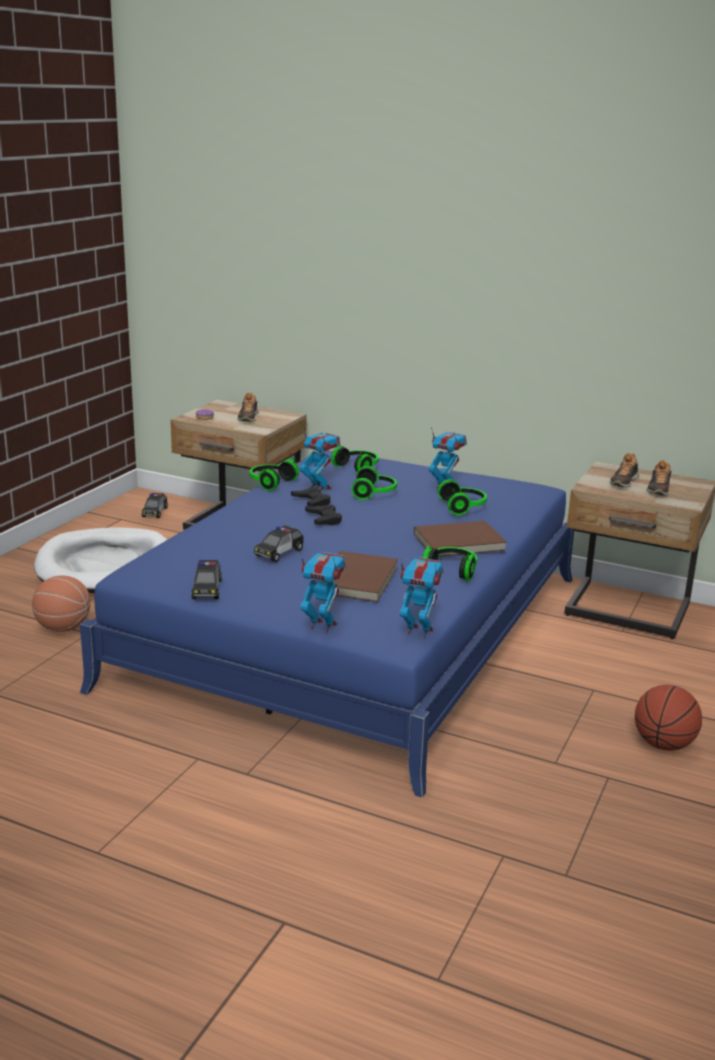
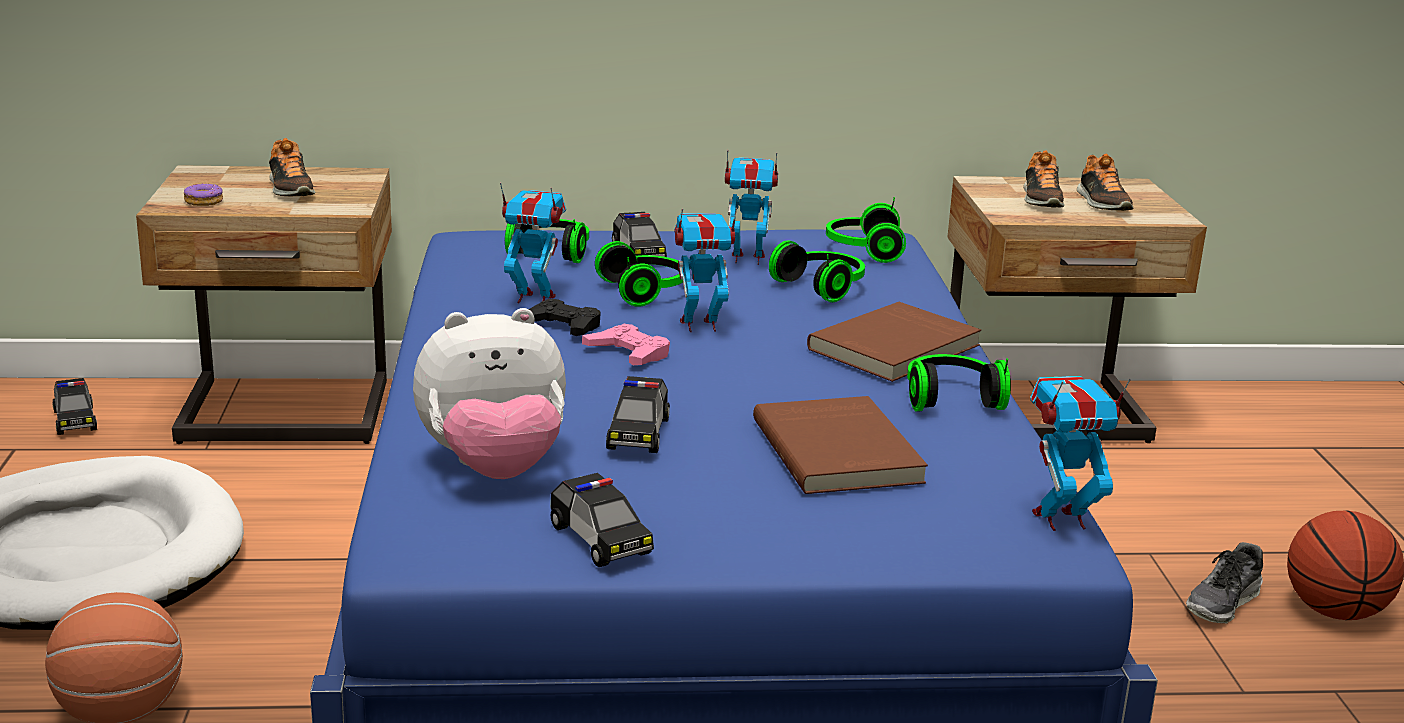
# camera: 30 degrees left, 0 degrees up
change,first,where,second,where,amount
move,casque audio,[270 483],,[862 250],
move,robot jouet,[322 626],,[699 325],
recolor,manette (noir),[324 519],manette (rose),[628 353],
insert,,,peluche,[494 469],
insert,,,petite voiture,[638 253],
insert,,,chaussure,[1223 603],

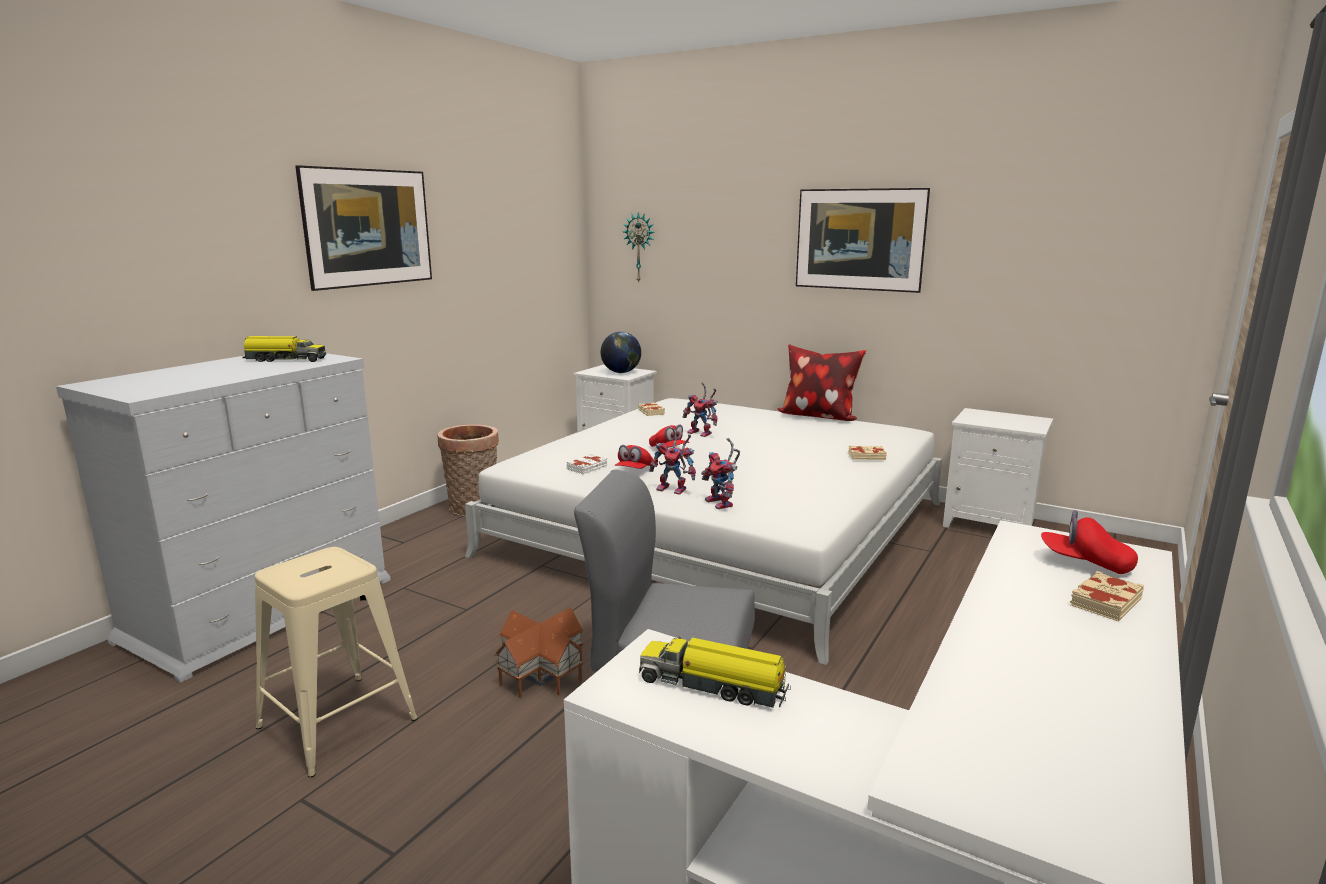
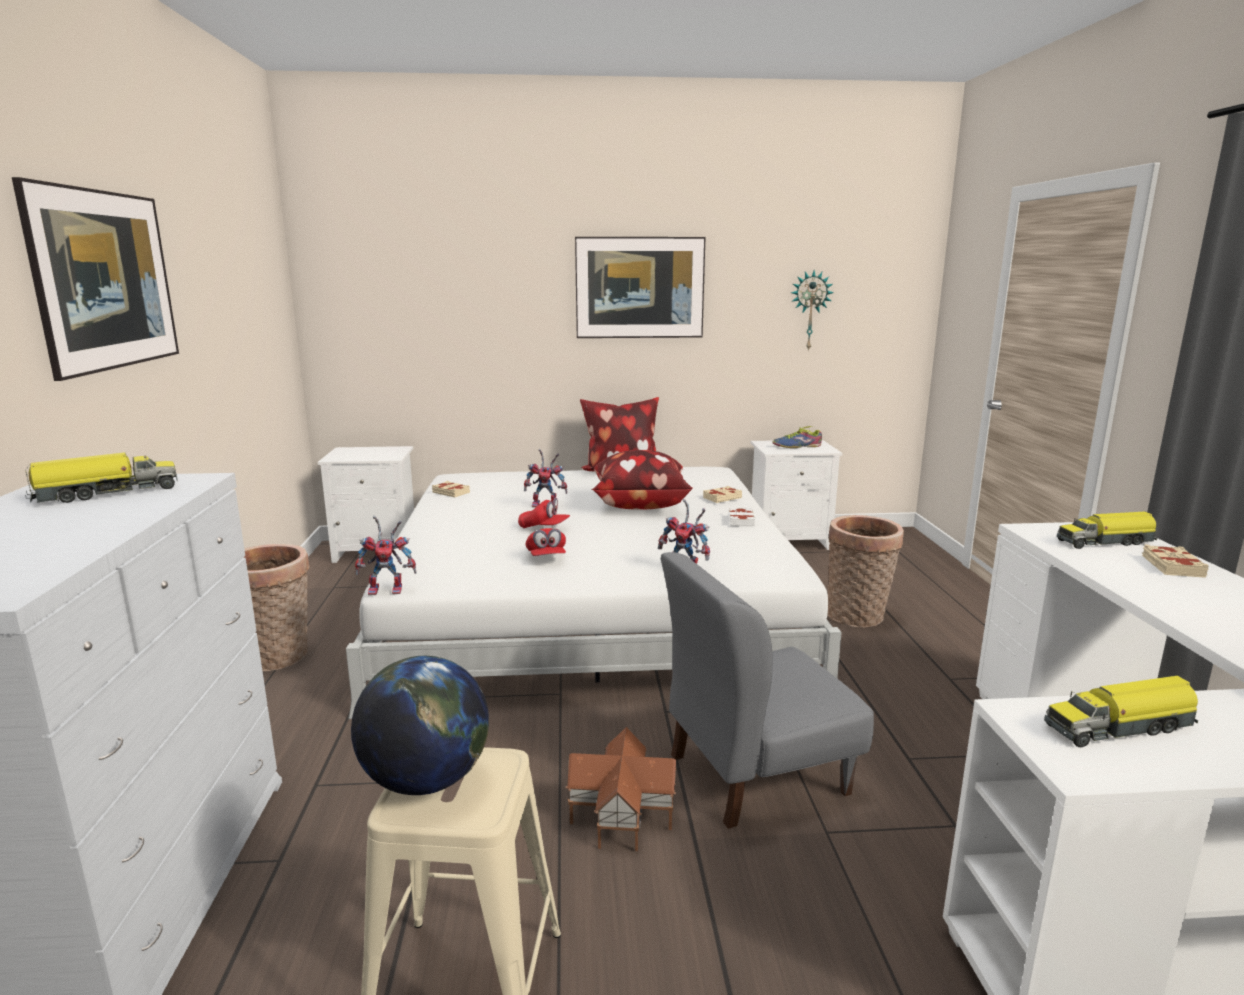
# camera: 35 degrees left, 0 degrees up
change,first,where,second,where,amount
move,livre (blanc),[587 468],,[741 521],
move,globe,[621 372],,[426 781],
move,horloge murale,[640 247],,[810 310],
move,robot jouet,[675 489],,[389 589],
replace,casquette (rouge),[1085 563],camion jouet,[1106 542],
insert,,,coussin,[639 505],
insert,,,chaussure,[797 446],
insert,,,panier,[858 617],

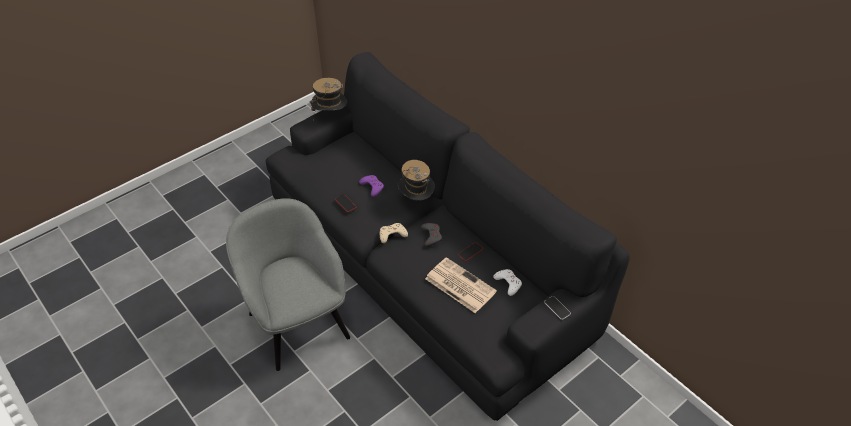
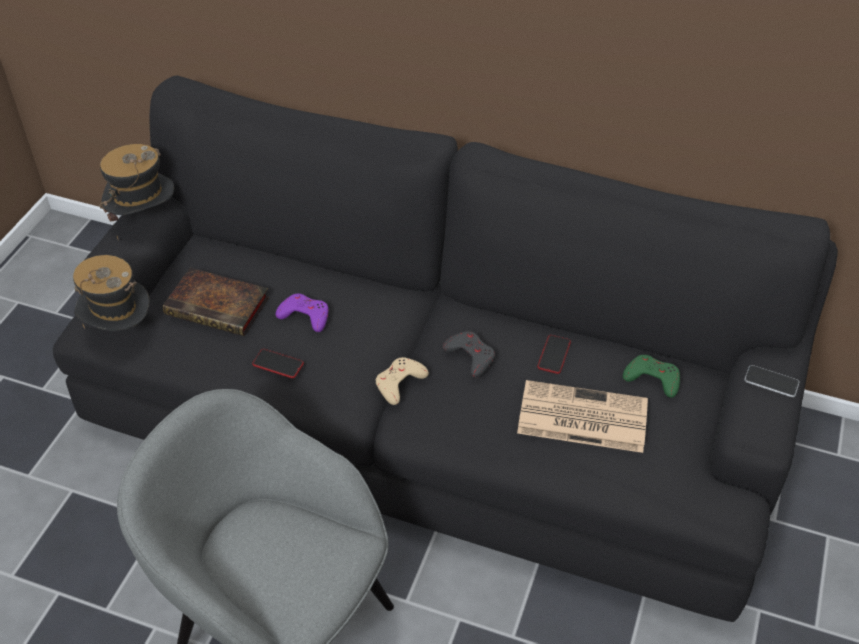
# camera: 30 degrees left, 0 degrees up
change,first,where,second,where,amount
move,chapeau,[416 200],,[120 331],
recolor,manette (blanc),[508 283],manette (vert),[652 378],
insert,,,livre,[220 306],

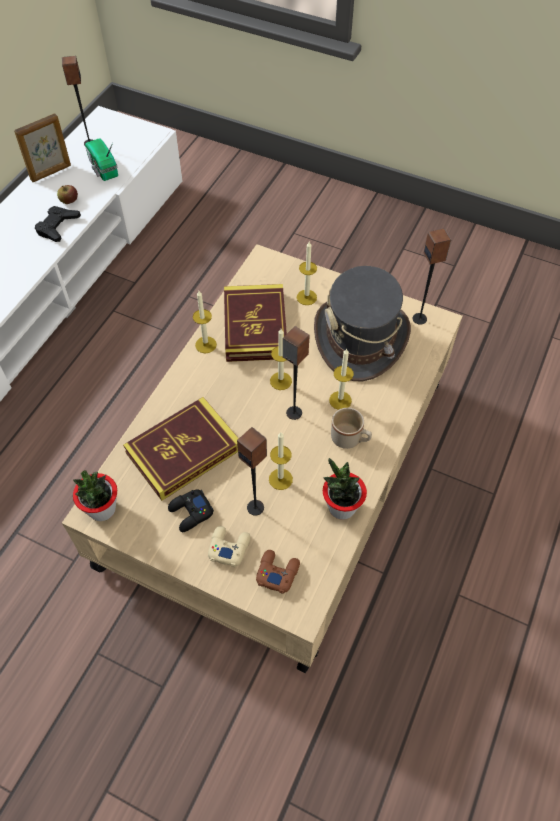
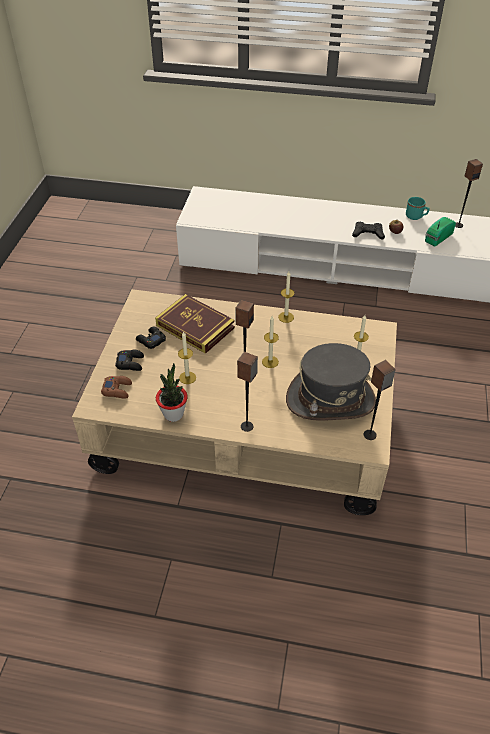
# camera: 75 degrees right, 10 degrees down
change,first,where,second,where,amount
replace,cadre photo,[51 173],mug (turquoise),[416 217],
delete,plante en pot,[102 509],,,
recolor,manette (beige),[228 547],manette (noir),[130 363],
delete,livre,[255 326],,,
move,enceinte,[255 507],,[247 426],
delete,bougie,[340 400],,,
delete,mug (beige),[350 439],,,

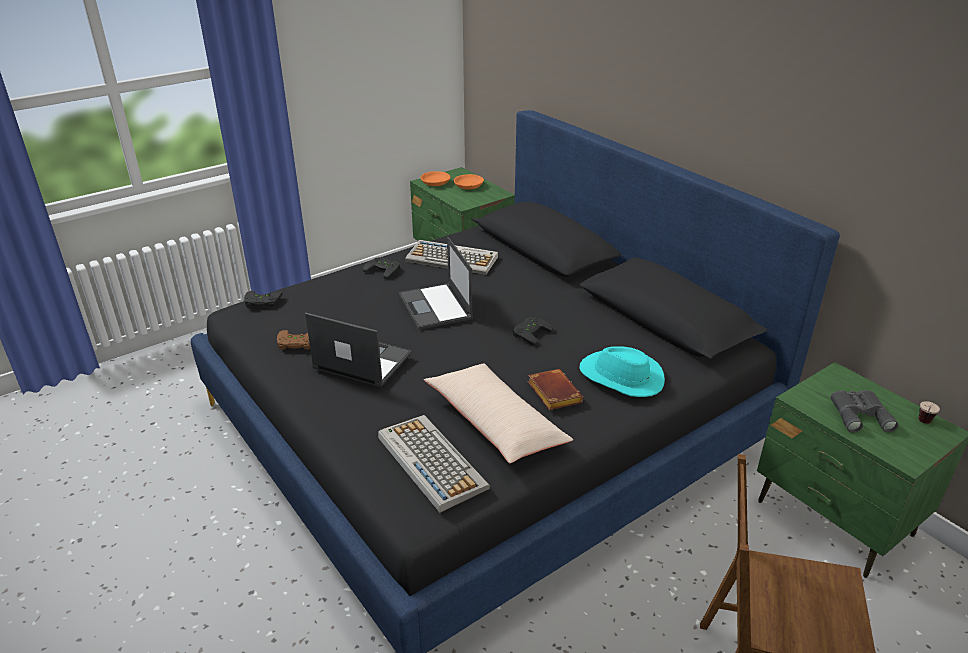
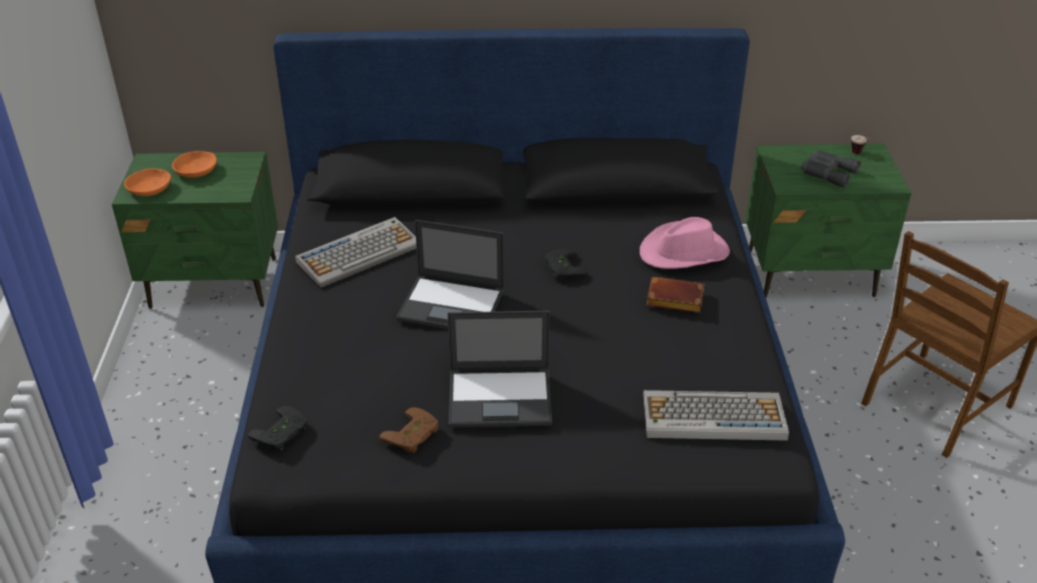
# camera: 55 degrees left, 5 degrees up
change,first,where,second,where,amount
rotate,ordinateur portable,[361 360],,[501 397],150 degrees counterclockwise
delete,manette (noir),[384 269],,,
delete,coussin (beige),[495 423],,,
recolor,chapeau (turquoise),[621 377],chapeau (rose),[684 252],

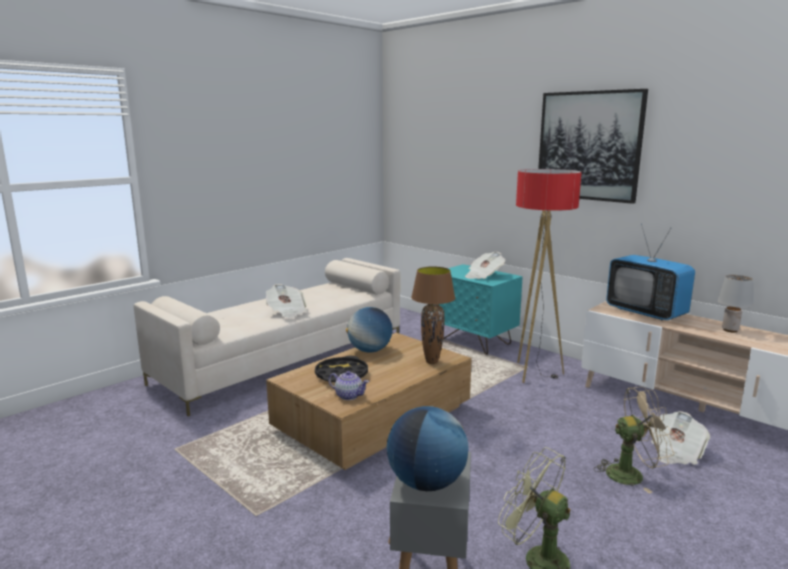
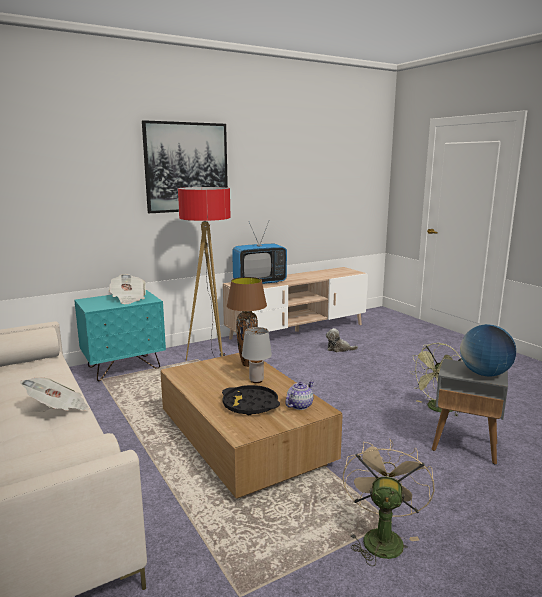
# camera: 75 degrees left, 0 degrees up
change,first,where,second,where,amount
delete,globe,[370 350],,,
move,ventilateur (beige),[631 474],,[381 537],
replace,journal,[675 452],peluche,[339 349],
move,lampe de table (gris),[730 330],,[256 380],

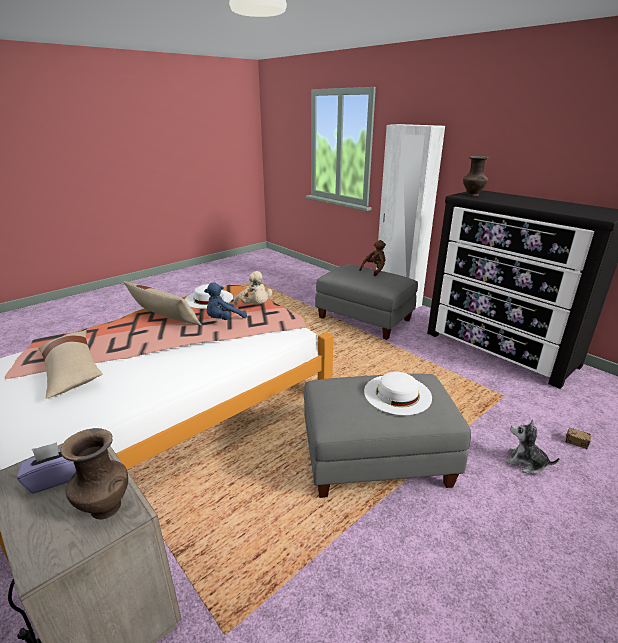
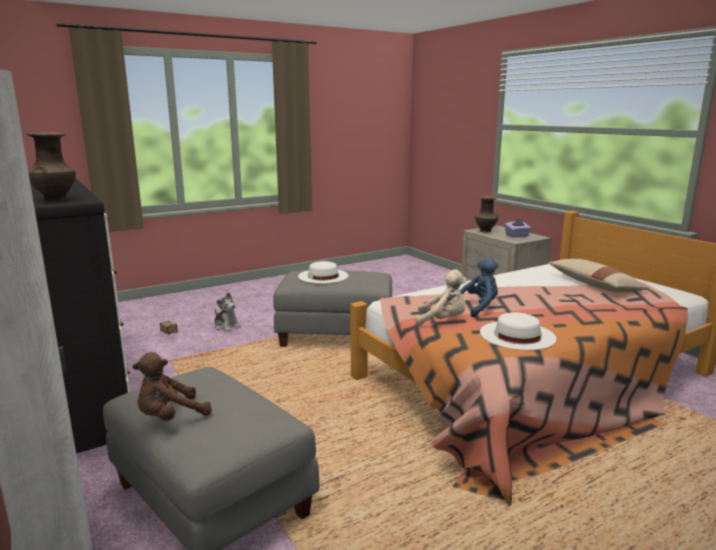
# camera: 170 degrees left, 10 degrees down
change,first,where,second,where,amount
delete,coussin (beige),[164 318],,,
rotate,peluche (beige),[255 306],,[442 321],135 degrees clockwise

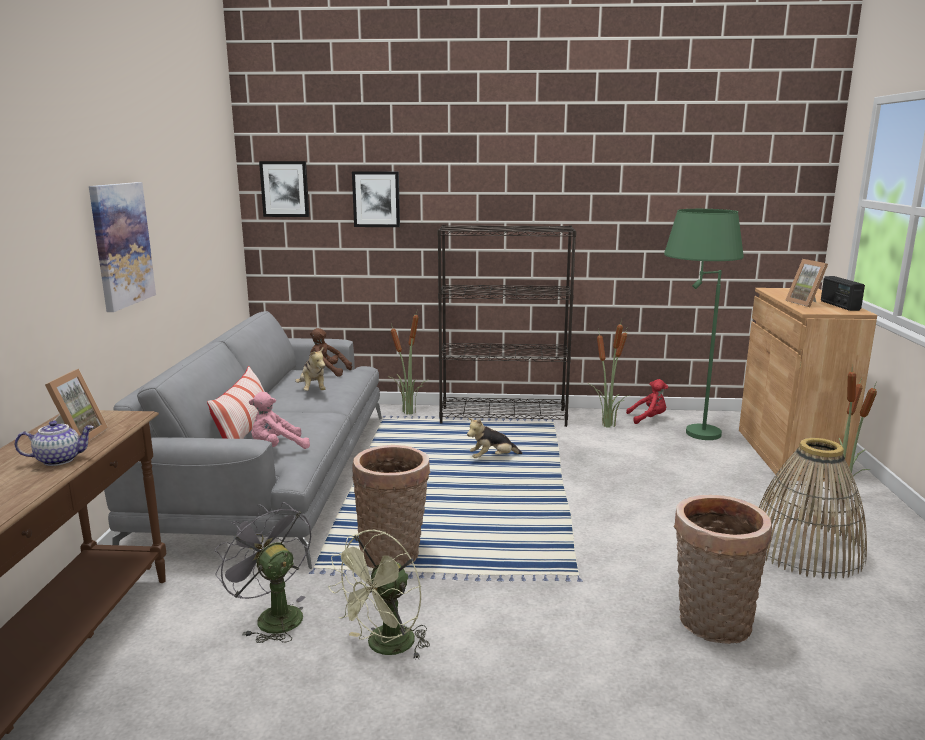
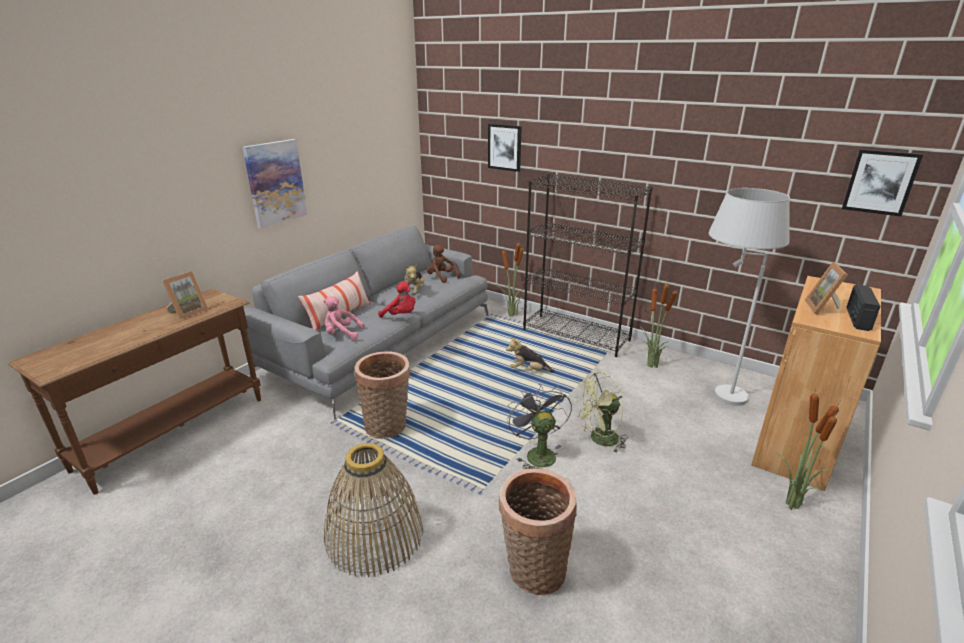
# camera: 30 degrees right, 10 degrees up
change,first,where,second,where,amount
delete,théière,[59 459],,,
move,ventilateur (gris),[272 616],,[537 453],
move,tableau,[285 189],,[880 182],
move,ventilateur (vert),[385 647],,[599 440],
move,peluche (rouge),[648 418],,[401 315],
recolor,lampadaire (vert),[686 435],lampadaire (blanc),[712 394],
move,panier,[805 549],,[374 535],

